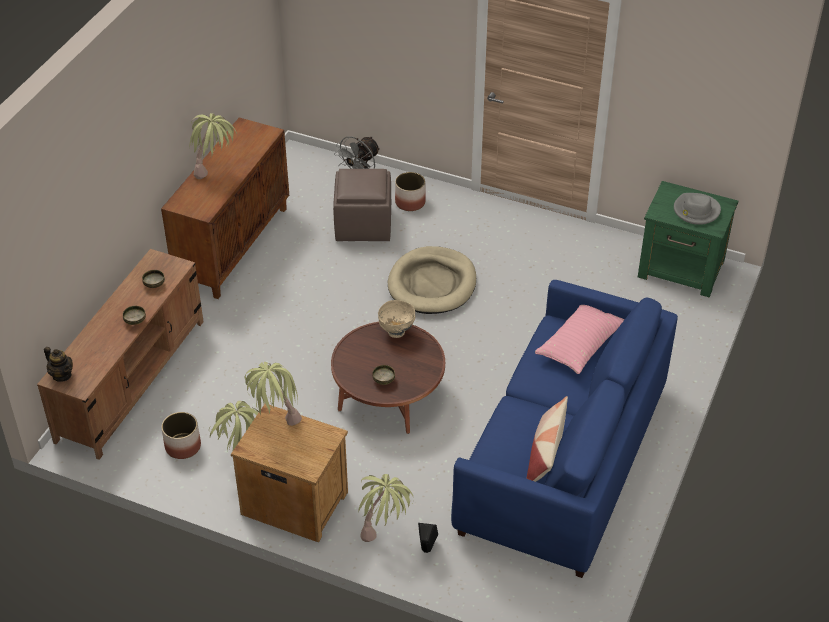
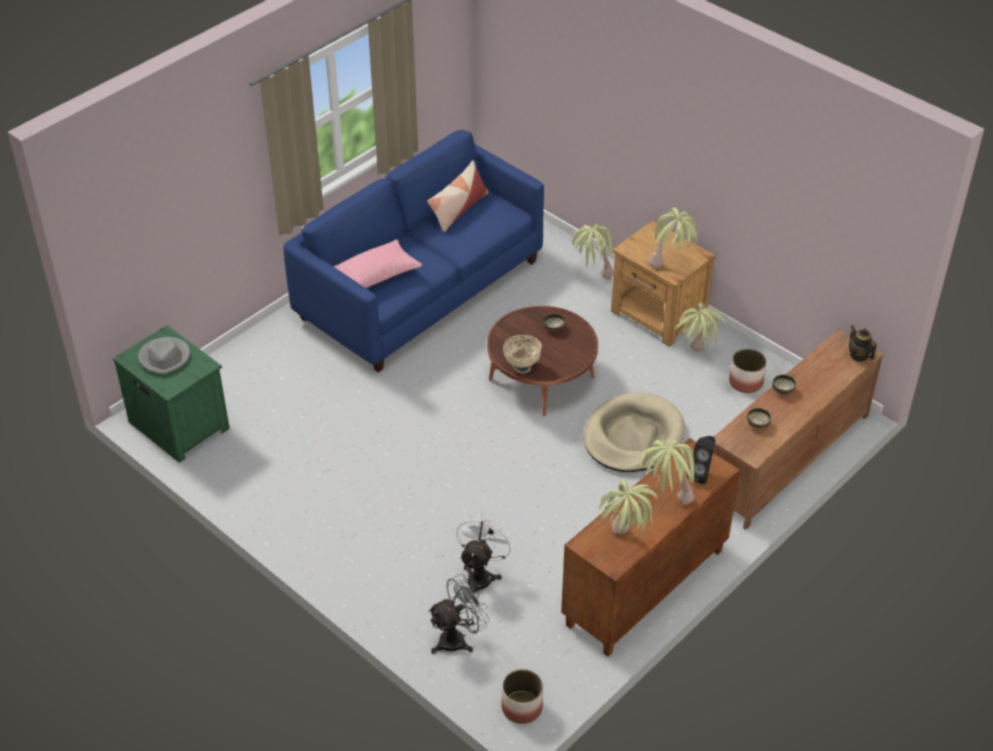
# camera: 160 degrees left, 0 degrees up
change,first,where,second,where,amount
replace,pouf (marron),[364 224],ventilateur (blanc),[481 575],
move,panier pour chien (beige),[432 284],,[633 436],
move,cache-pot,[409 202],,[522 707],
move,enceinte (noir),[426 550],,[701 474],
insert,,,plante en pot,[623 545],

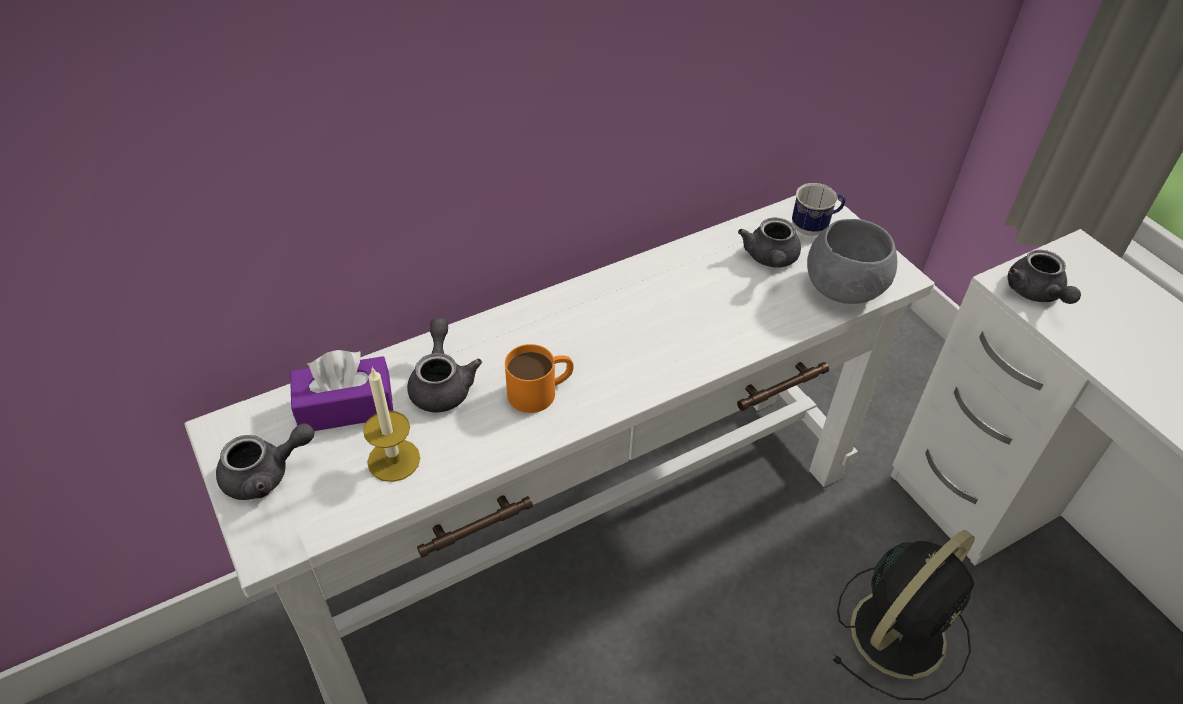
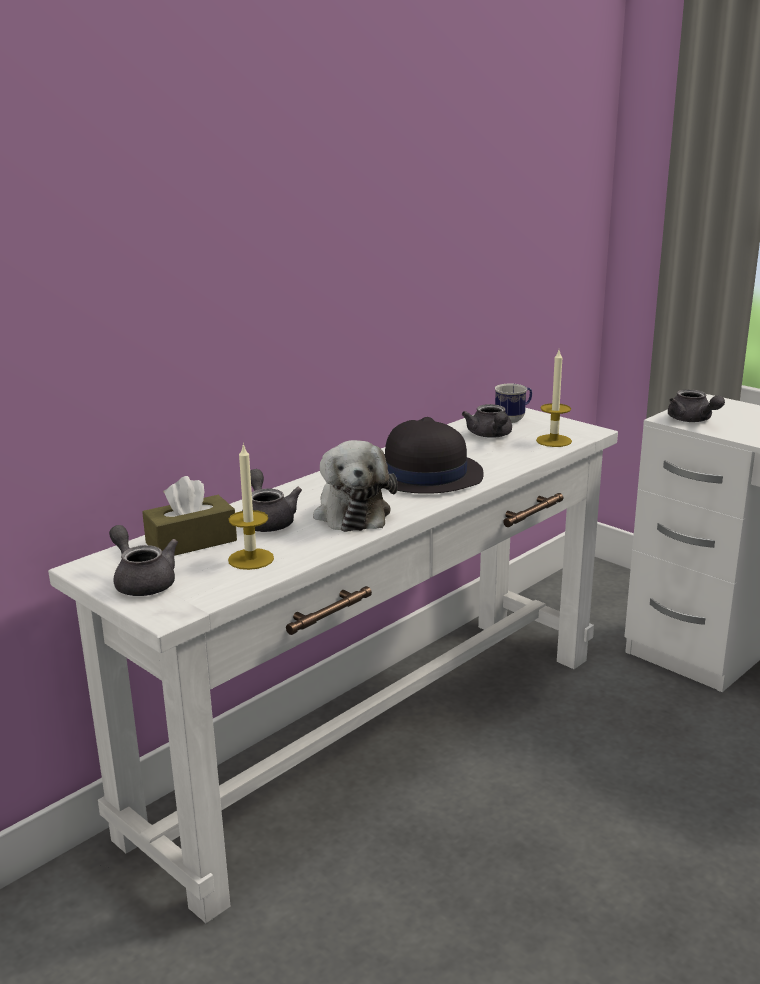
# camera: 15 degrees left, 25 degrees down
change,first,where,second,where,amount
rotate,théière (gris),[266 474],,[142 581],90 degrees counterclockwise
recolor,boîte à mouchoirs (violet),[346 407],boîte à mouchoirs (marron),[191 542],
replace,mug (orange),[541 391],peluche,[352 512],
replace,bol (gris),[843 288],bougie,[553 441],
delete,ventilateur (noir),[900 631],,,
insert,,,chapeau (noir),[424 474],

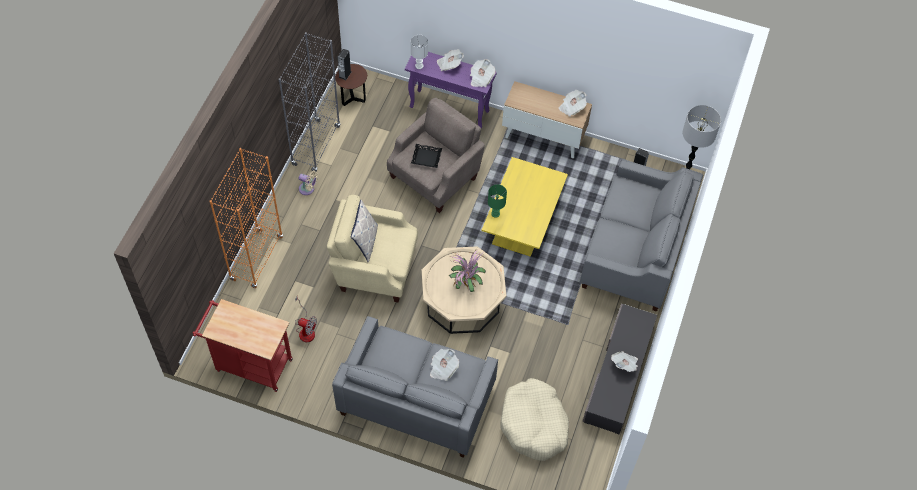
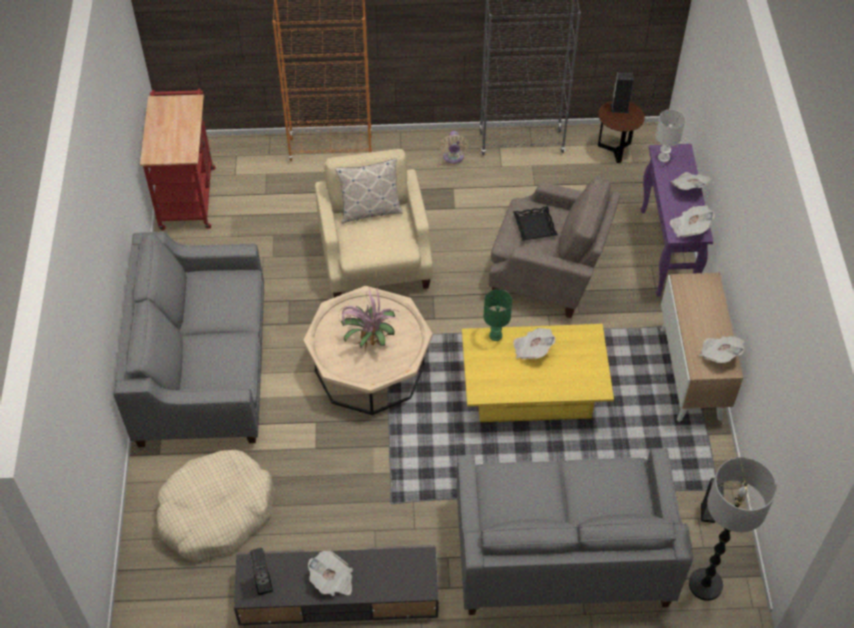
# camera: 70 degrees right, 5 degrees down
change,first,where,second,where,amount
delete,ventilateur,[305 330],,,
move,journal,[443 368],,[532 349],
insert,,,enceinte,[263 583],

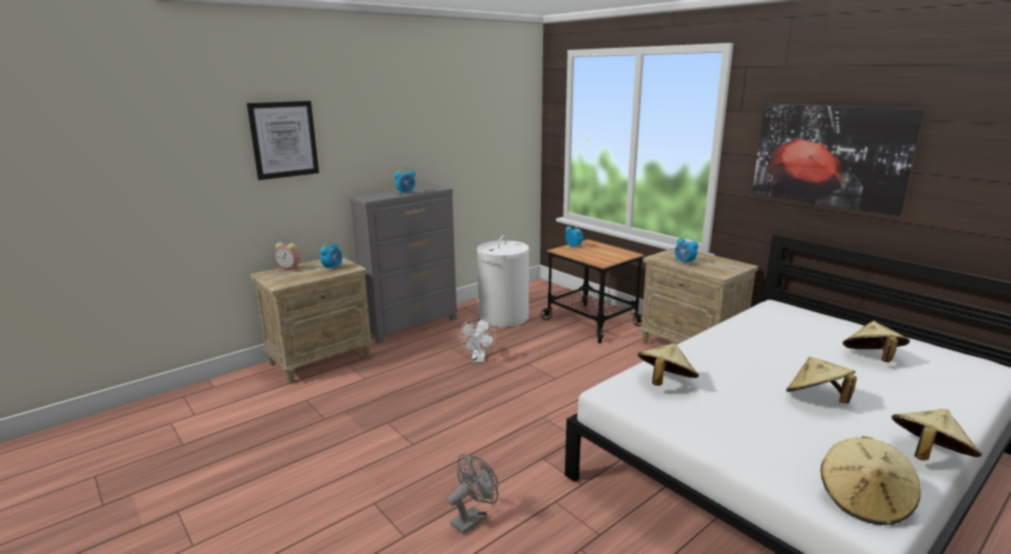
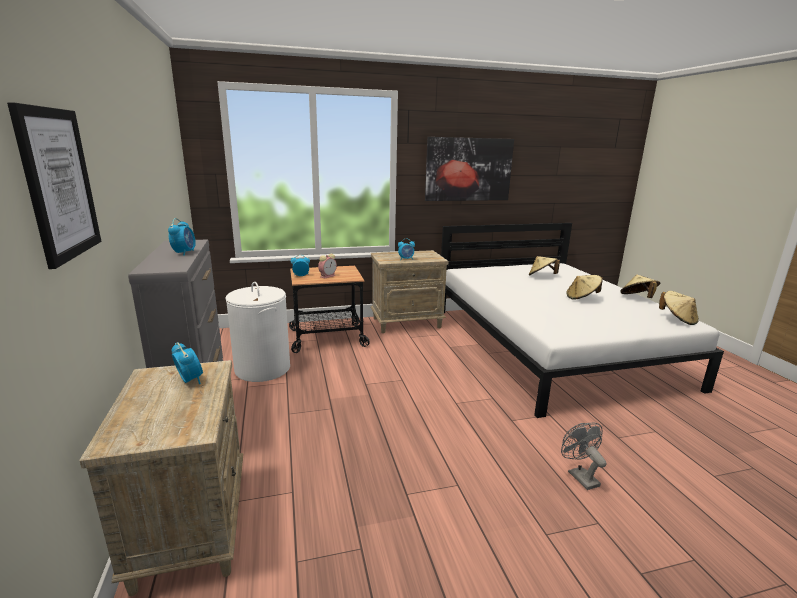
# camera: 65 degrees left, 0 degrees up
change,first,where,second,where,amount
move,réveil,[290 269],,[328 276],
delete,ventilateur (blanc),[478 359],,,
delete,chapeau (beige),[665 382],,,

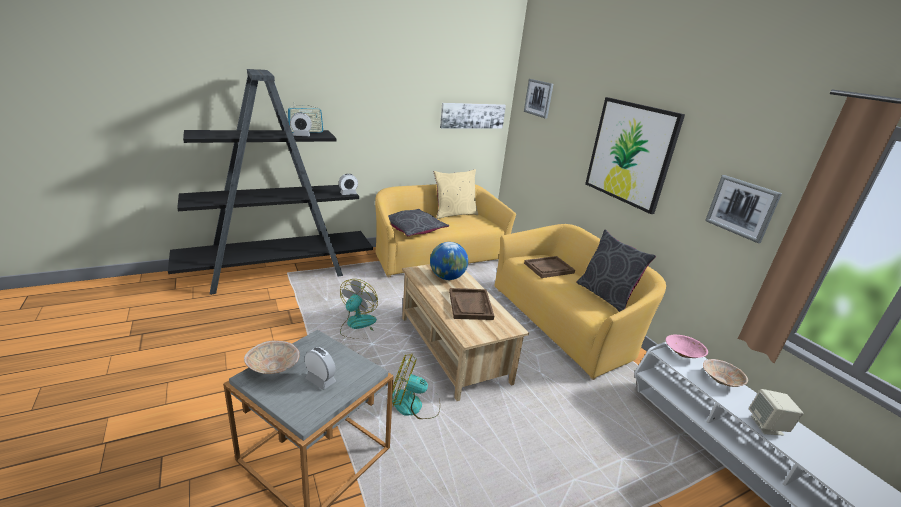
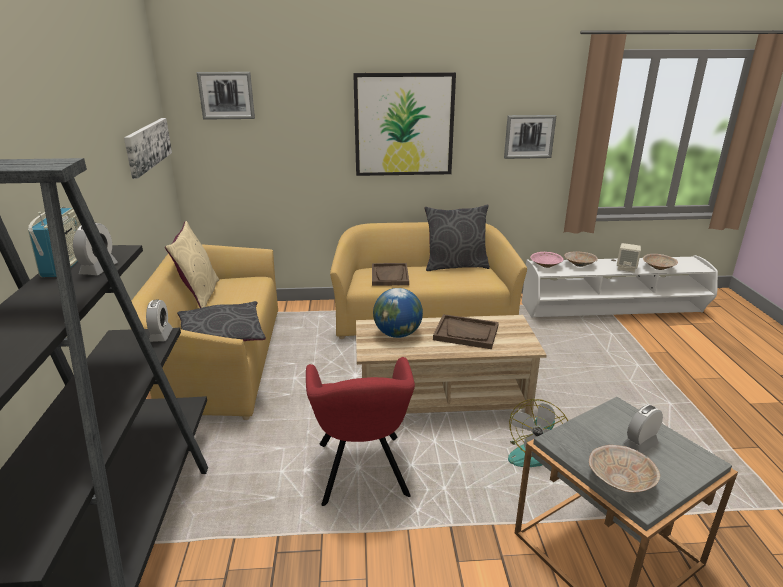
# camera: 65 degrees left, 0 degrees up
change,first,where,second,where,amount
replace,ventilateur,[357 326],fauteuil (rouge),[362 473],
insert,,,bol (beige),[658 268],

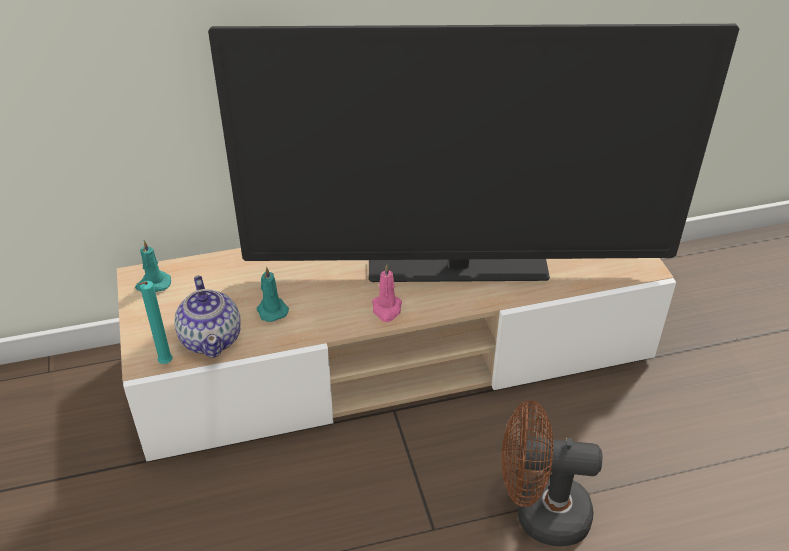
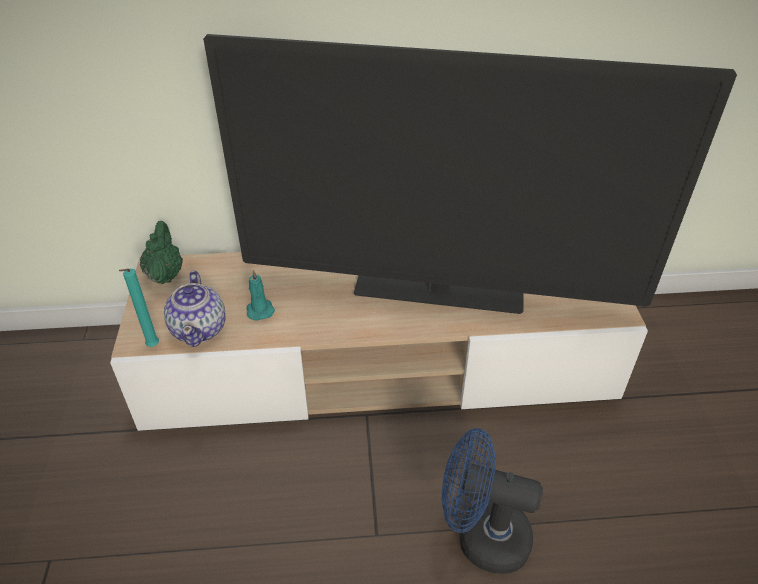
# camera: 10 degrees right, 0 degrees up
change,first,where,second,where,amount
replace,bougie (turquoise),[153 284],théière (vert),[165 274],
delete,bougie (rose),[387 309],,,
recolor,ventilateur (marron),[540 513],ventilateur (bleu),[481 536],

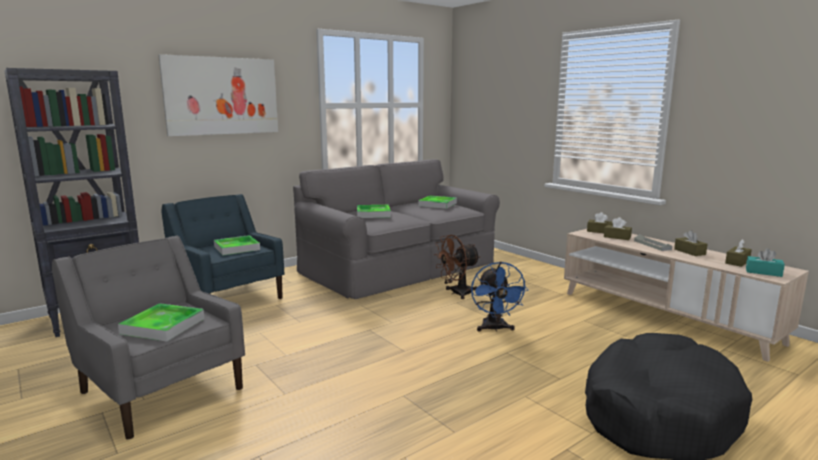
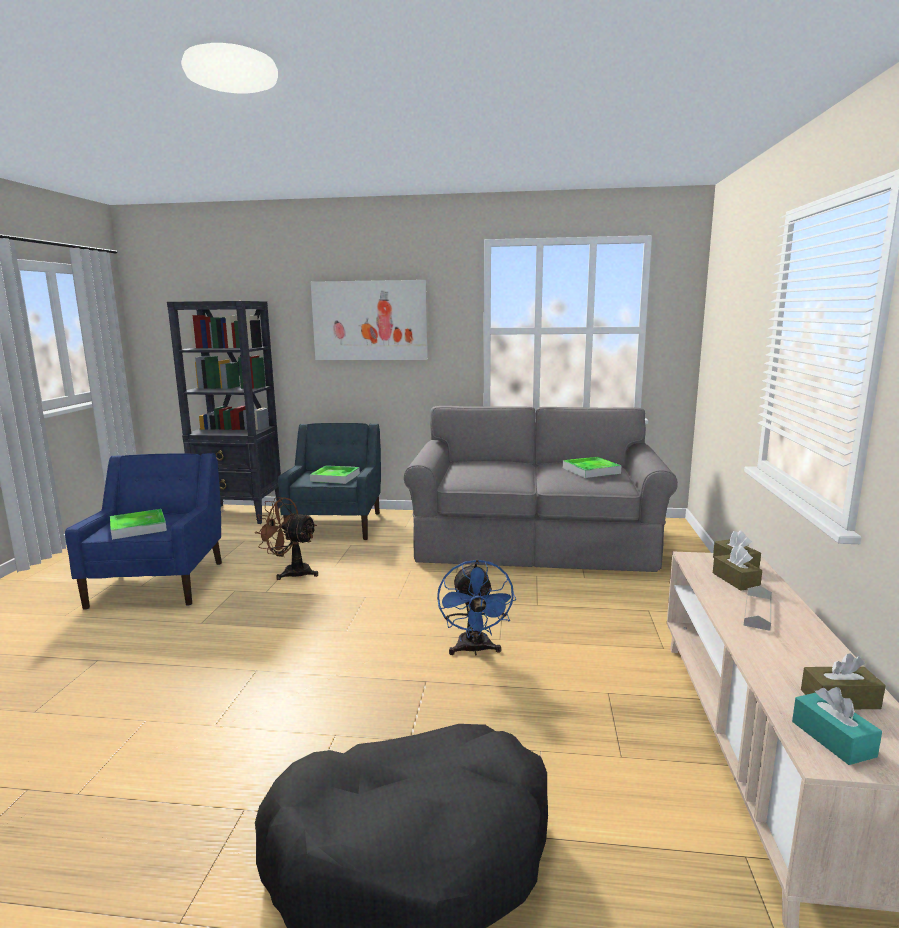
# camera: 45 degrees right, 0 degrees up
change,first,where,second,where,amount
recolor,fauteuil (gris),[161 389],fauteuil (bleu),[160 583],
delete,plateau,[373 214],,,
move,ventilateur (marron),[456 293],,[291 572],
rotate,ventilateur (bleu),[495 329],,[474 650],45 degrees counterclockwise
delete,boîte à mouchoirs (marron),[689 252],,,

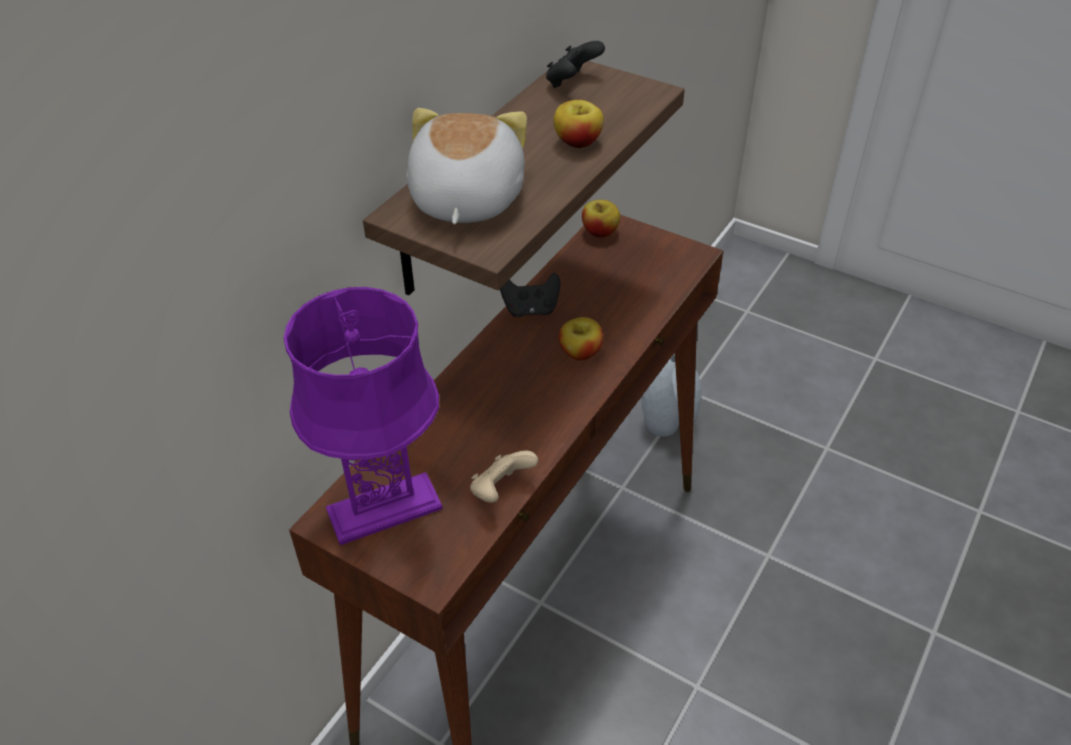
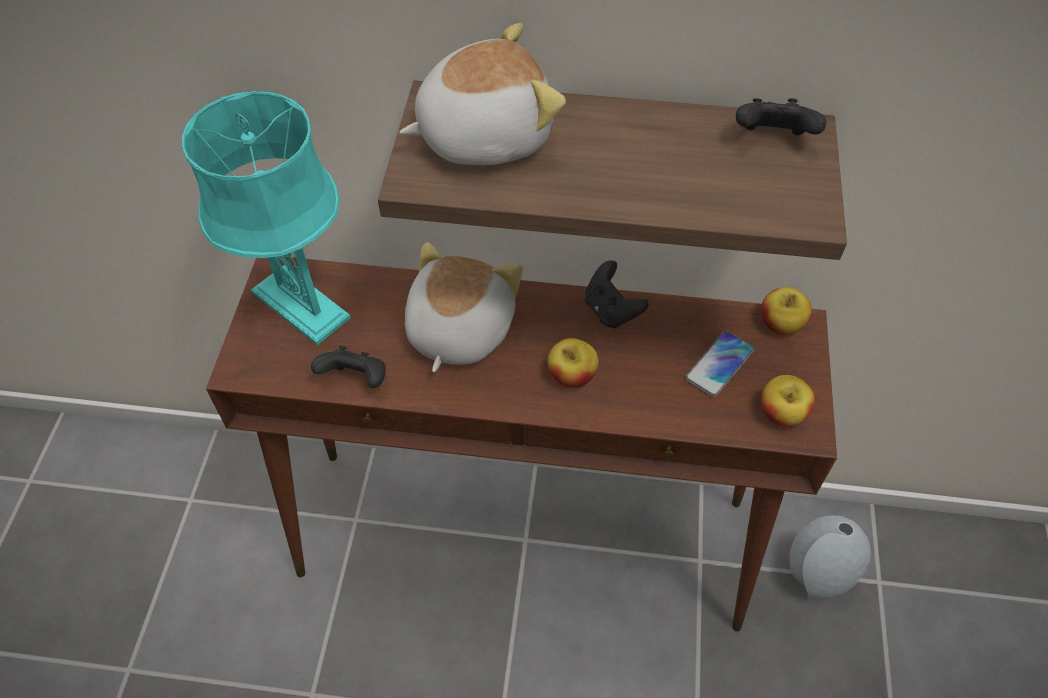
# camera: 65 degrees right, 10 degrees up
change,first,where,second,where,amount
recolor,lampe de table (violet),[385 508],lampe de table (turquoise),[302 305],
recolor,manette (beige),[501 490],manette (noir),[356 379],
move,pomme,[578 142],,[781 413],
insert,,,peluche,[457 330],
insert,,,téléphone,[719 364],

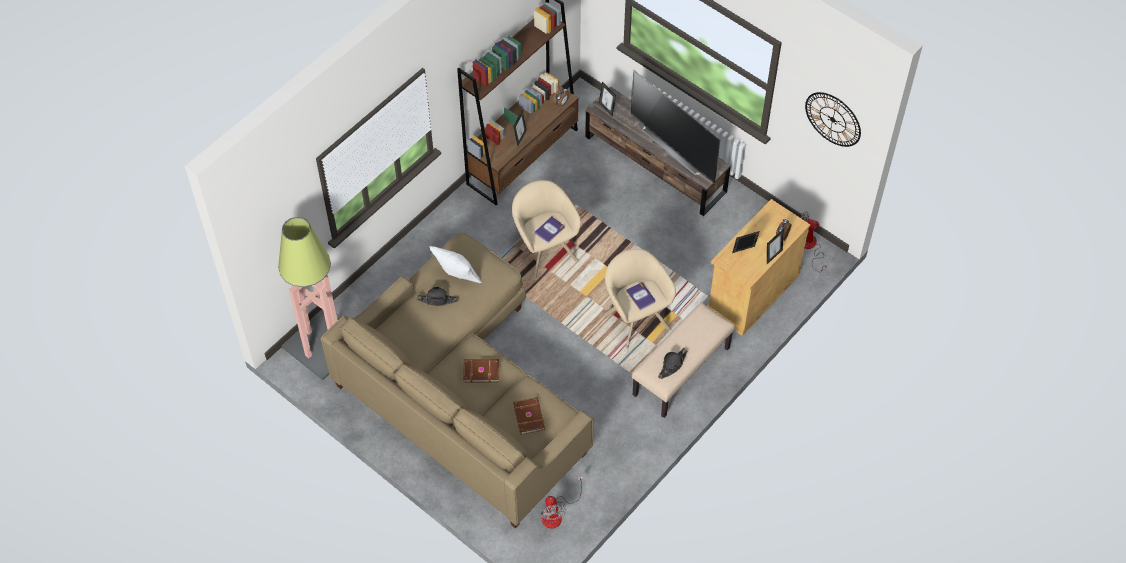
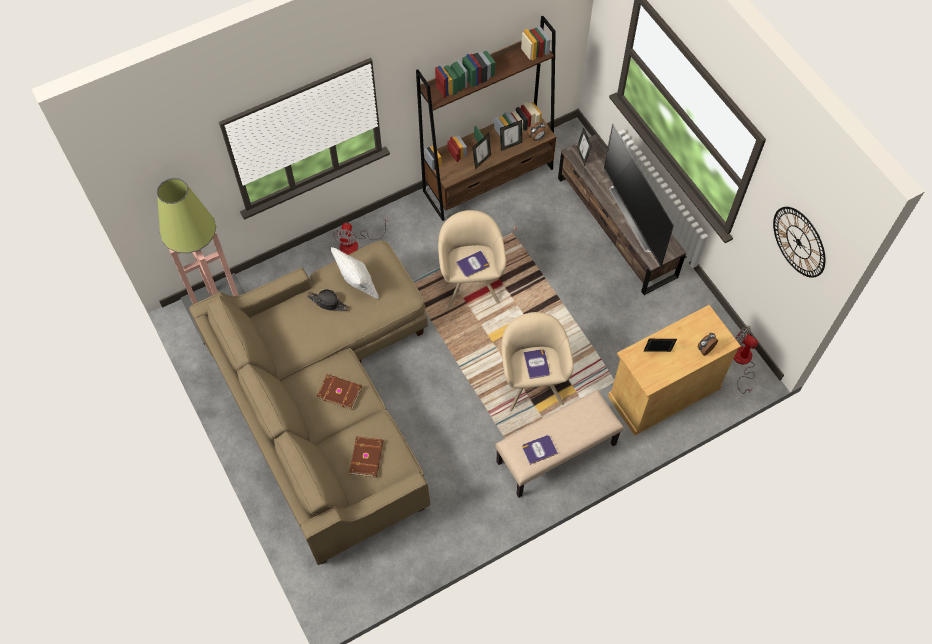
# camera: 20 degrees right, 5 degrees up
change,first,where,second,where,amount
move,ventilateur,[556 513],,[355 244],
replace,chapeau (noir),[672 365],livre,[539 449],
move,cadre photo,[773 256],,[510 145],

